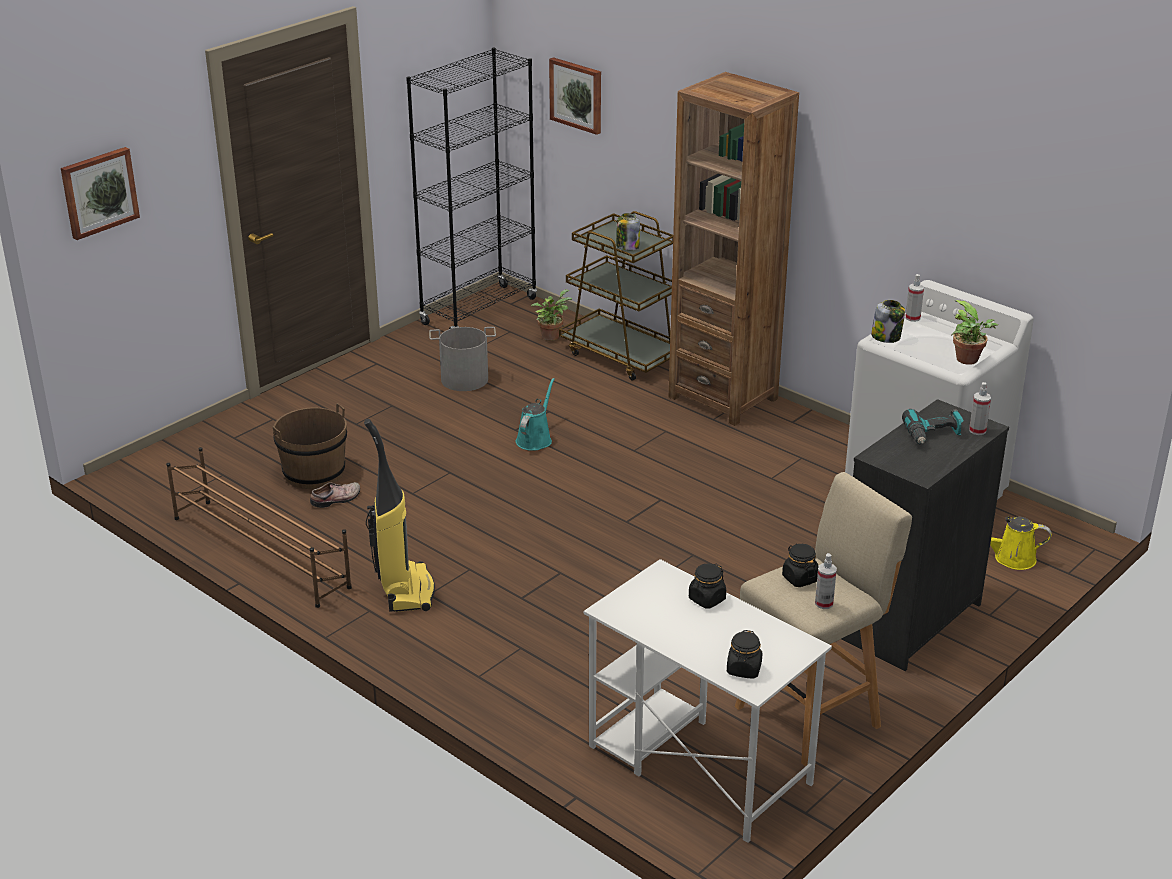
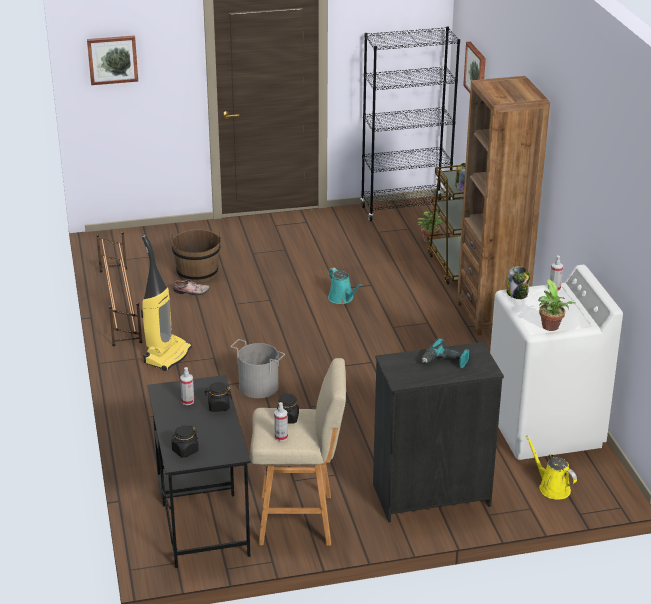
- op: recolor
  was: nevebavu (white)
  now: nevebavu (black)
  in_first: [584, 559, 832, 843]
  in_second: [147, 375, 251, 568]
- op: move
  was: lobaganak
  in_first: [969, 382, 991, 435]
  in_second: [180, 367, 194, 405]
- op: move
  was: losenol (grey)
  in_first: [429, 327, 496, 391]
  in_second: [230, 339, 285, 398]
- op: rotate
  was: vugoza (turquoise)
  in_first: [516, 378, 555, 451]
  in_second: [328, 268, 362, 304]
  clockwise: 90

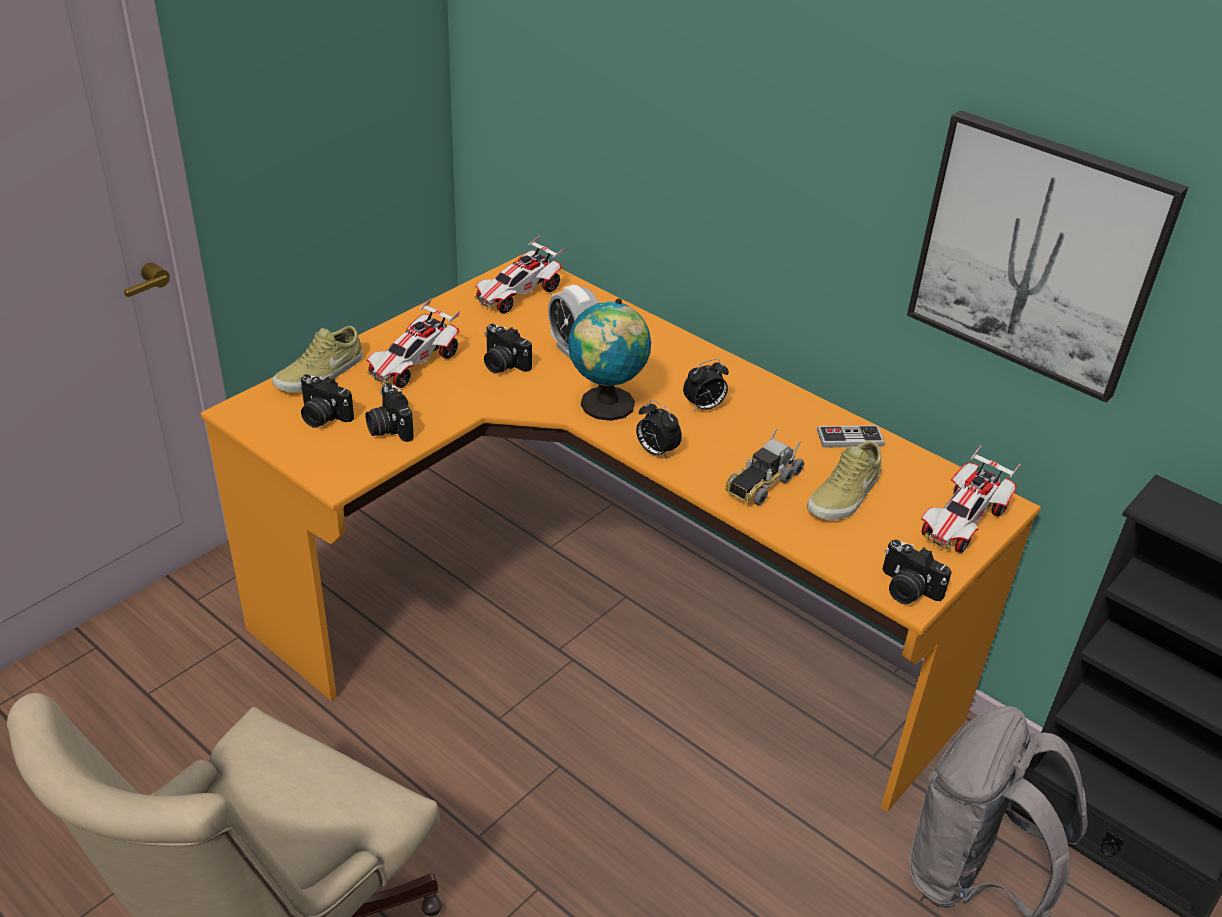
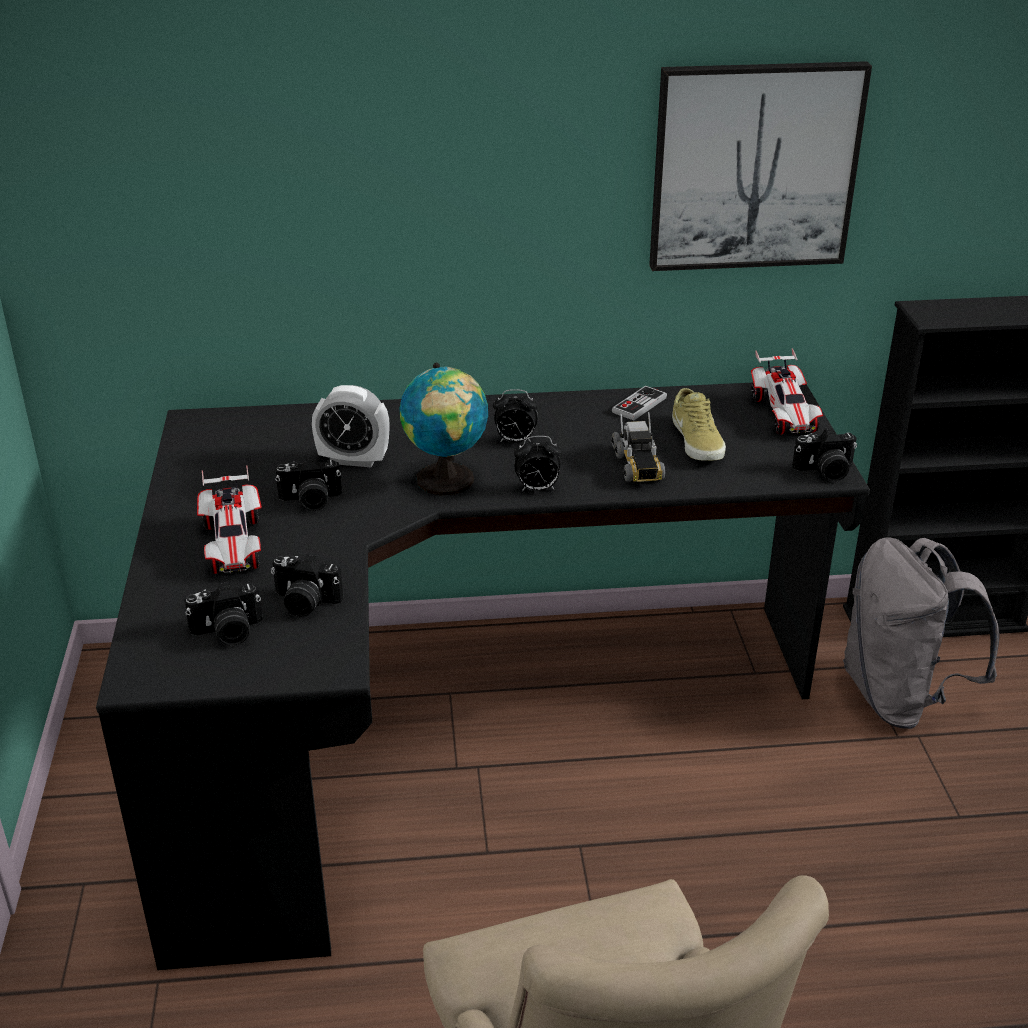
- op: recolor
  was: nevebavu (orange)
  now: nevebavu (black)
  in_first: [201, 253, 1041, 812]
  in_second: [96, 383, 870, 970]
- op: rotate
  was: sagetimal
  in_first: [683, 359, 729, 411]
  in_second: [493, 389, 538, 442]
  clockwise: 75
- op: delete
  was: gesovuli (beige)
  in_first: [272, 326, 363, 392]
- op: delete
  was: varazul
  in_first: [475, 236, 564, 313]

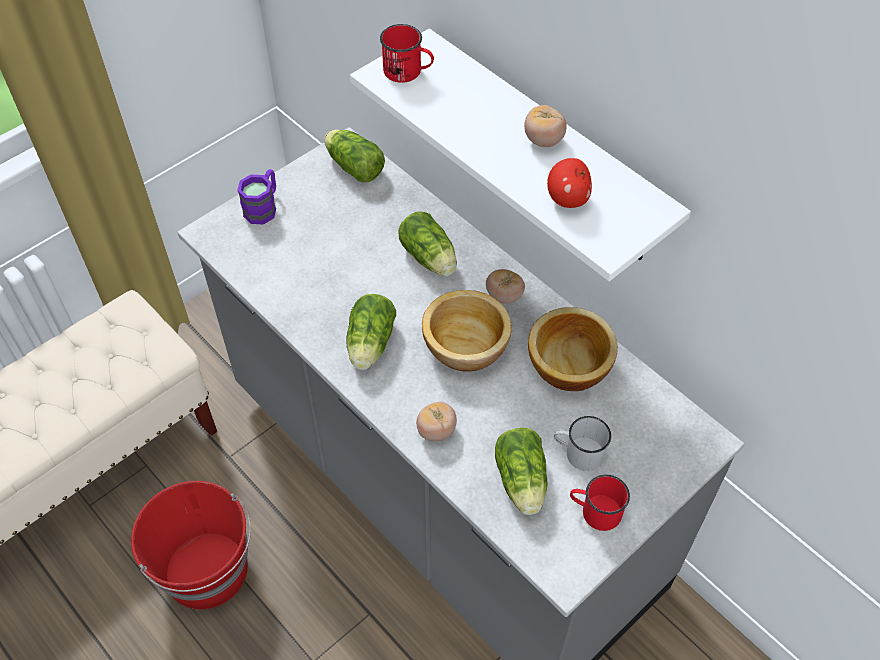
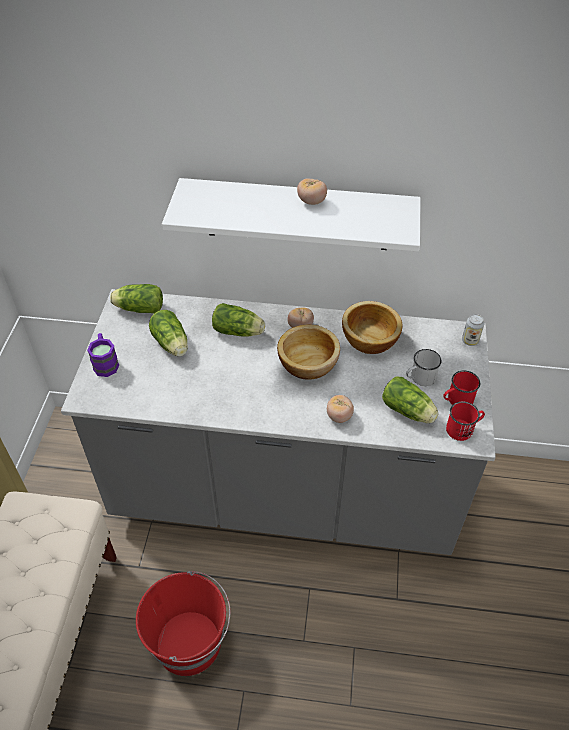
- op: move
  was: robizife
  in_first: [346, 294, 396, 370]
  in_second: [149, 310, 188, 356]
- op: move
  was: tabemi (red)
  in_first: [380, 24, 434, 83]
  in_second: [446, 402, 485, 441]
- op: insert
  now: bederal
  in_second: [462, 314, 484, 346]
- op: delete
  was: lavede
  in_first: [547, 158, 592, 208]

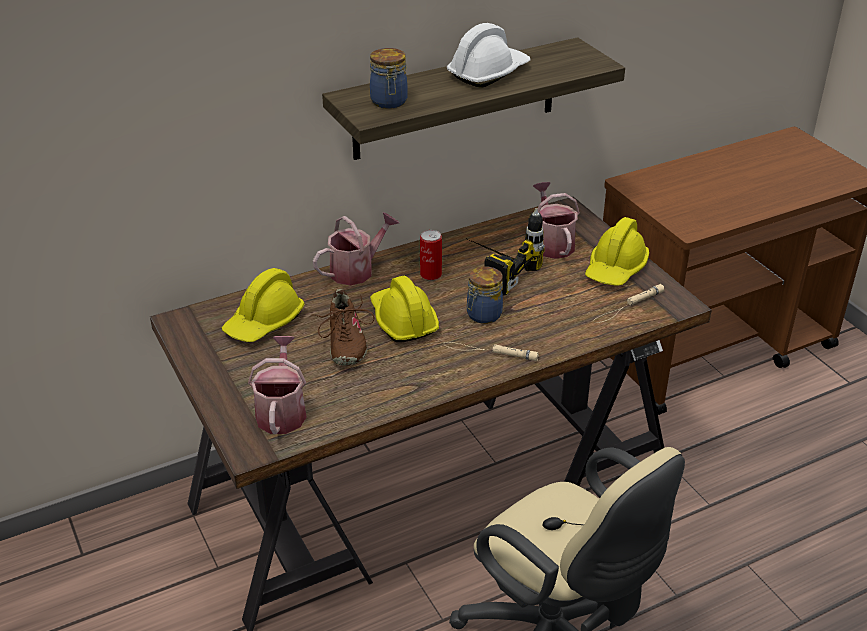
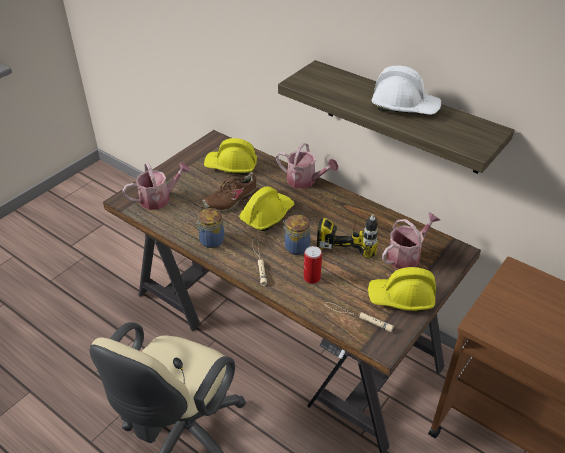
- op: move
  was: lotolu
  in_first: [370, 48, 408, 109]
  in_second: [196, 208, 225, 248]
- op: move
  was: bederal
  in_first: [420, 230, 442, 280]
  in_second: [304, 246, 322, 284]

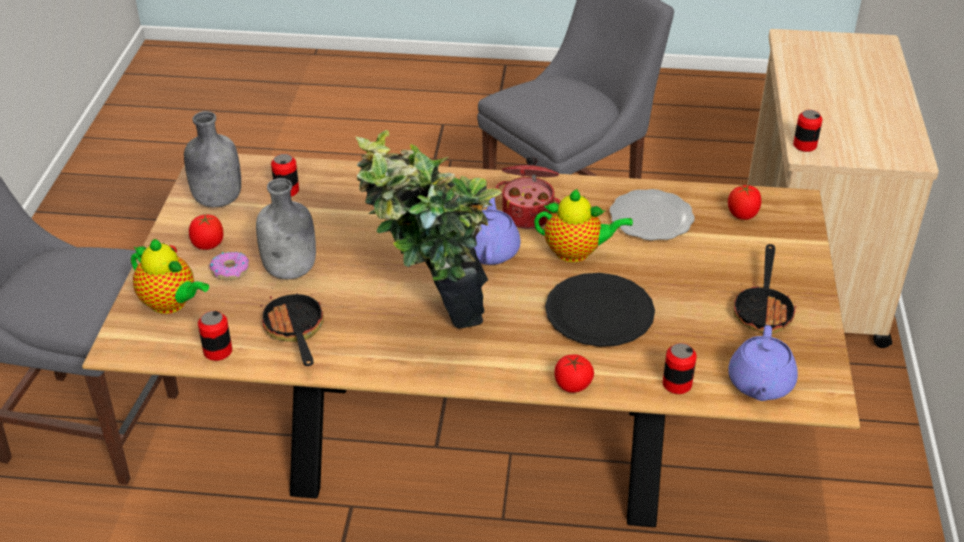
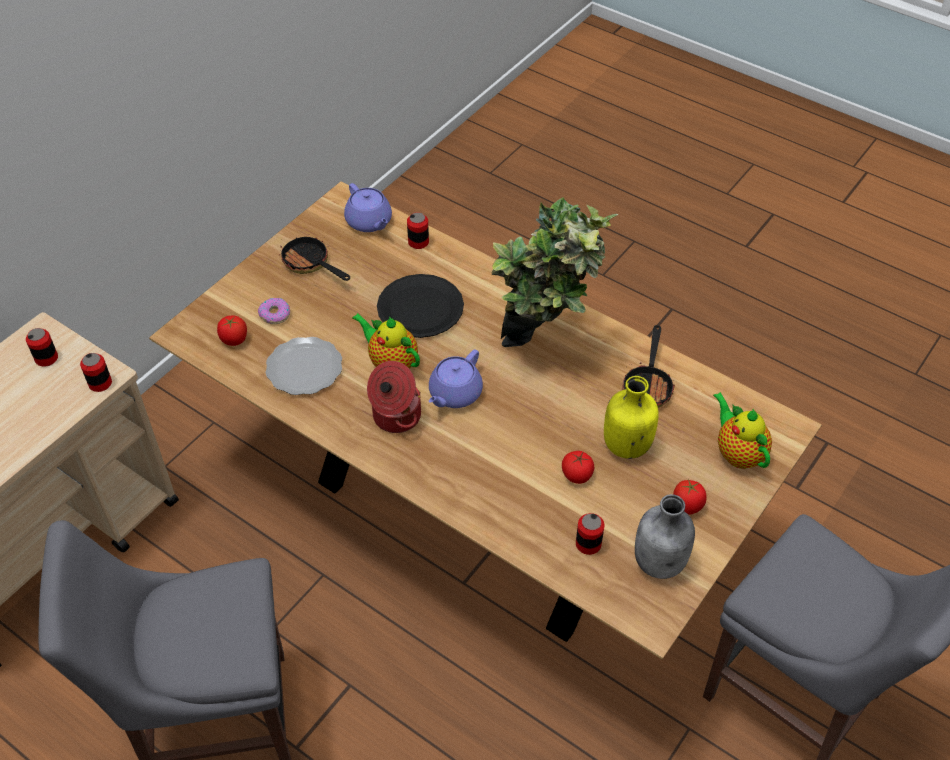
- op: move
  was: bederal
  in_first: [198, 311, 232, 361]
  in_second: [26, 328, 58, 367]
- op: move
  was: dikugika
  in_first: [209, 252, 249, 280]
  in_second: [258, 298, 290, 324]
- op: rotate
  was: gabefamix
  in_first: [733, 244, 796, 334]
  in_second: [279, 237, 350, 281]
  clockwise: -90
- op: rotate
  was: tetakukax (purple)
  in_first: [728, 325, 798, 401]
  in_second: [344, 183, 392, 232]
  clockwise: 105
- op: move
  was: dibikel
  in_first: [554, 354, 594, 393]
  in_second: [562, 451, 594, 484]
- op: recolor
  was: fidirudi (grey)
  now: fidirudi (yellow)
  in_first: [256, 178, 316, 279]
  in_second: [604, 376, 659, 459]

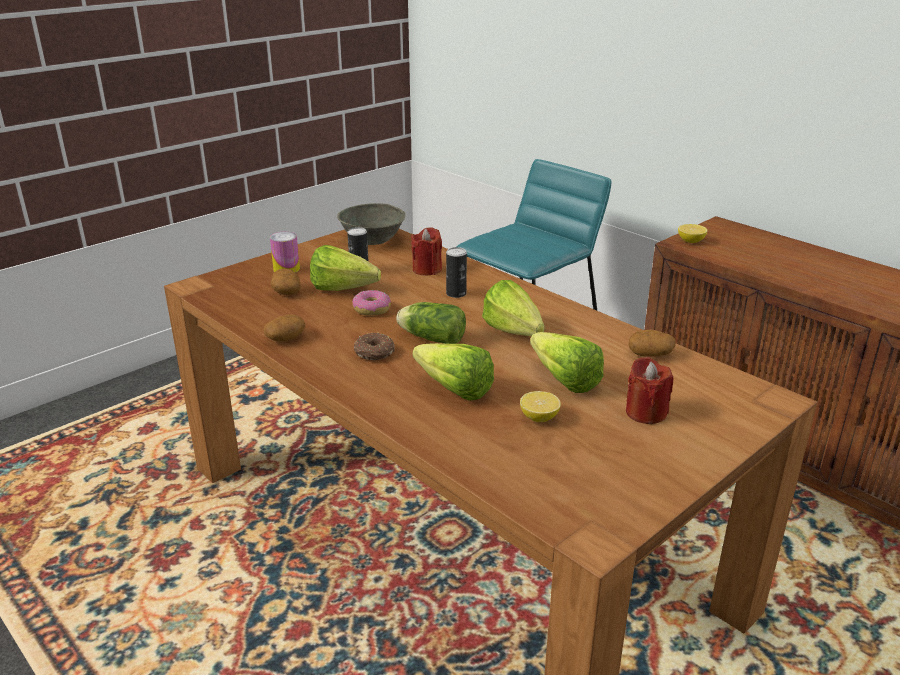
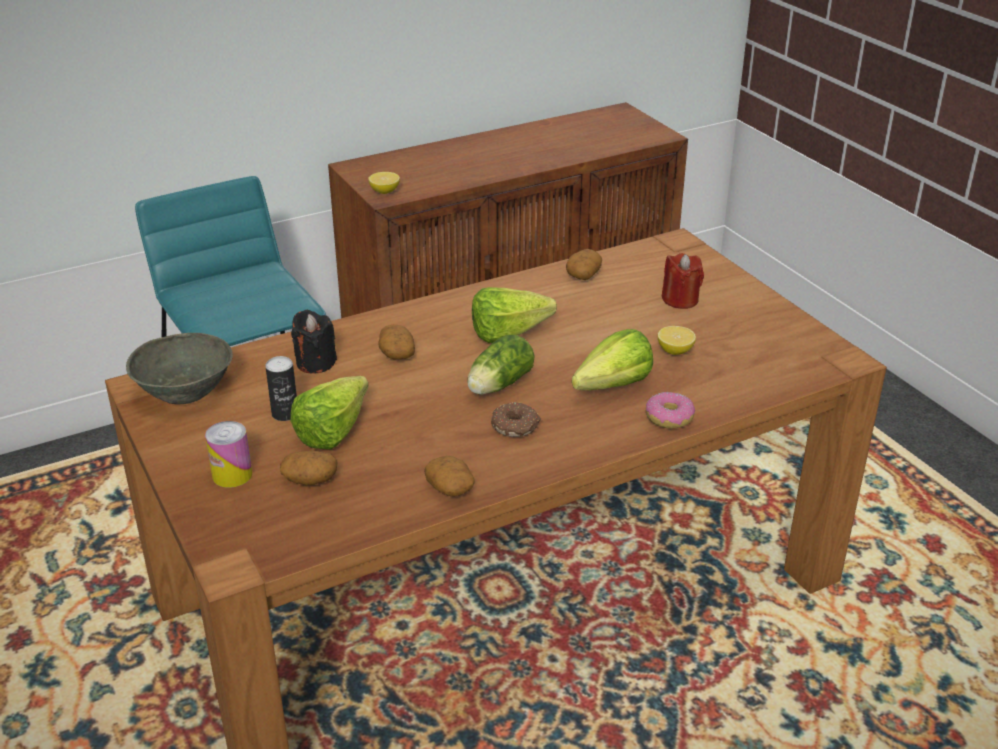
- op: recolor
  was: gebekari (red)
  now: gebekari (black)
  in_first: [411, 227, 442, 275]
  in_second: [291, 310, 337, 373]
- op: replace
  was: bederal
  now: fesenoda
  in_first: [446, 247, 467, 298]
  in_second: [379, 325, 415, 359]
- op: move
  was: dikugika
  in_first: [353, 290, 391, 316]
  in_second: [646, 392, 695, 429]
- op: delete
  was: robizife
  in_first: [530, 332, 604, 393]

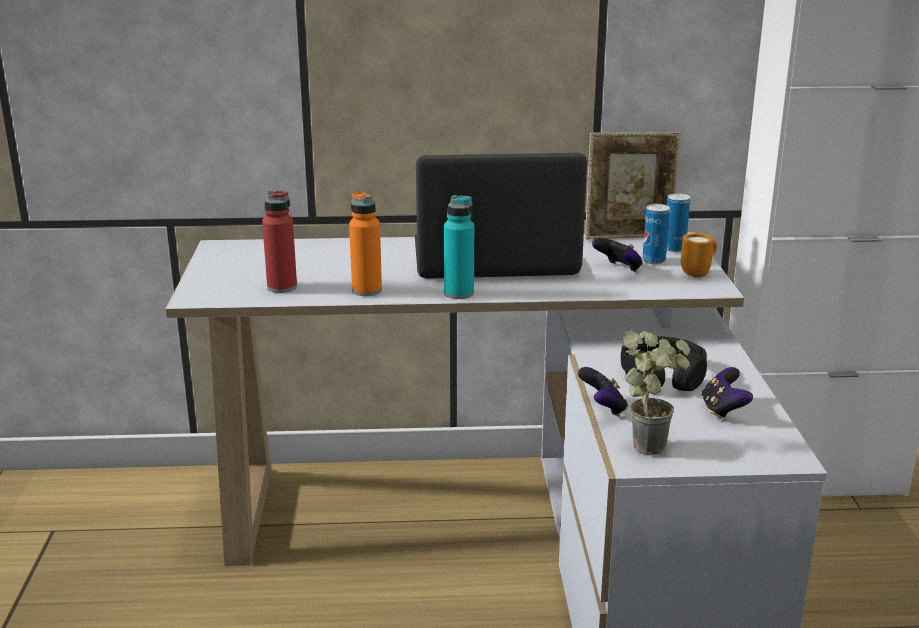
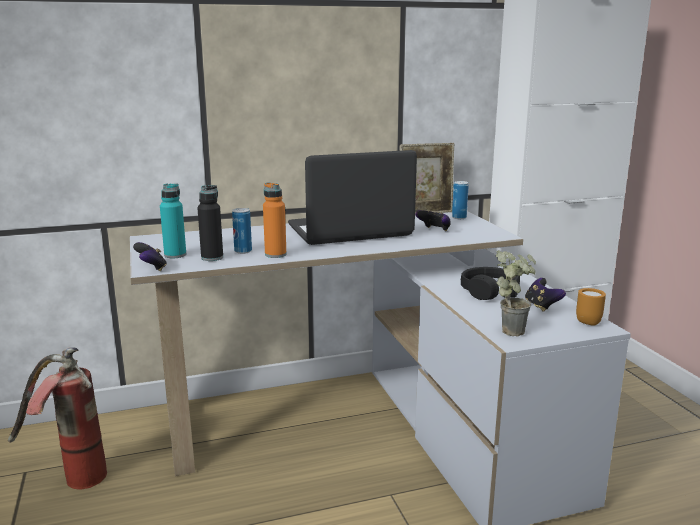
- op: insert
  now: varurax
  in_second: [8, 347, 107, 489]
- op: move
  was: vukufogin
  in_first: [578, 367, 628, 417]
  in_second: [133, 242, 167, 271]
- op: move
  was: fidirudi (turquoise)
  in_first: [444, 195, 474, 299]
  in_second: [160, 183, 186, 258]
- op: recolor
  was: fidirudi (red)
  now: fidirudi (black)
  in_first: [262, 191, 297, 293]
  in_second: [197, 185, 223, 261]
- op: move
  was: bederal
  in_first: [642, 204, 670, 265]
  in_second: [232, 208, 252, 254]
- op: move
  was: tabemi (orange)
  in_first: [681, 233, 717, 278]
  in_second: [576, 288, 606, 326]

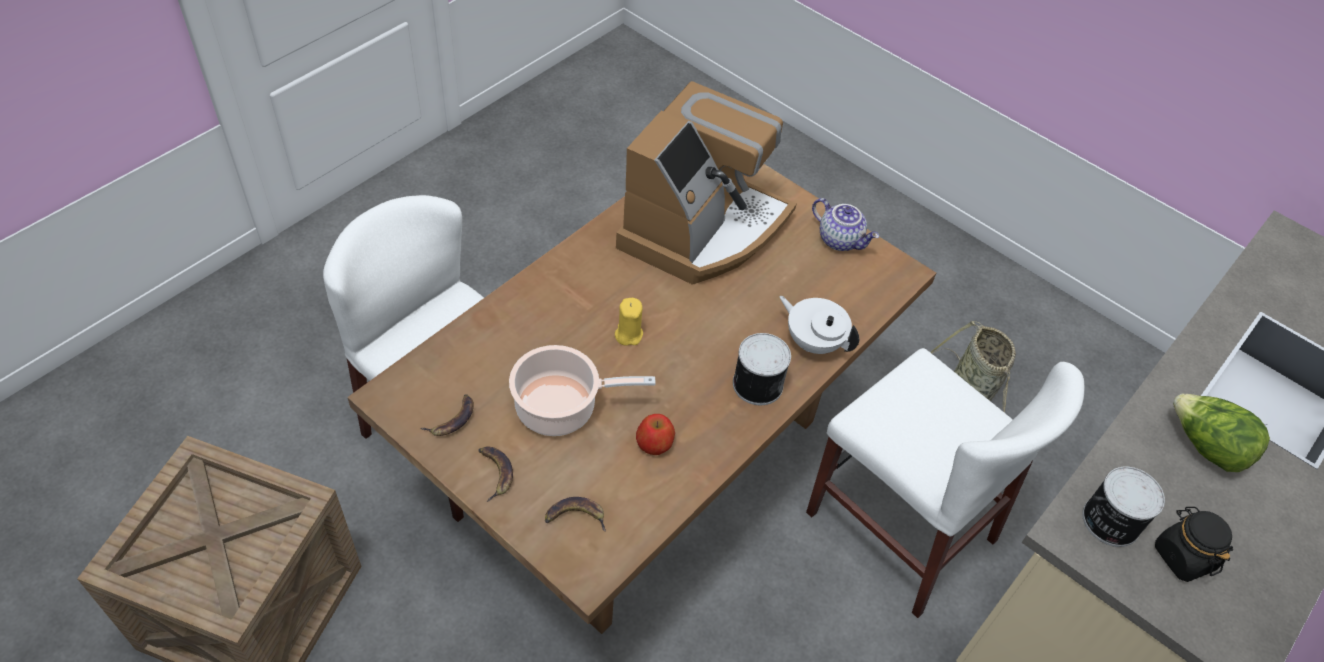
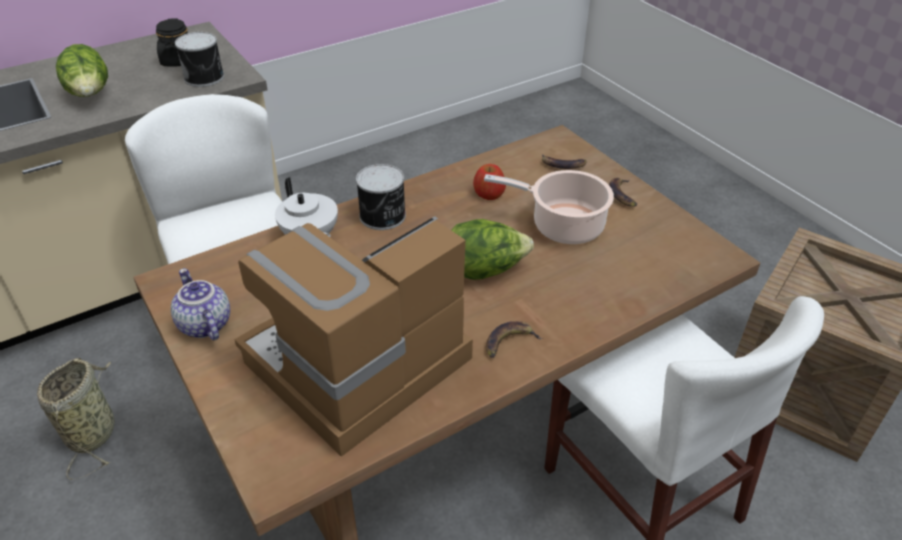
- op: replace
  was: gebekari (yellow)
  now: robizife
  in_first: [615, 298, 643, 346]
  in_second: [451, 219, 534, 280]
- op: move
  was: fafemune
  in_first: [421, 394, 474, 436]
  in_second: [486, 321, 543, 358]

